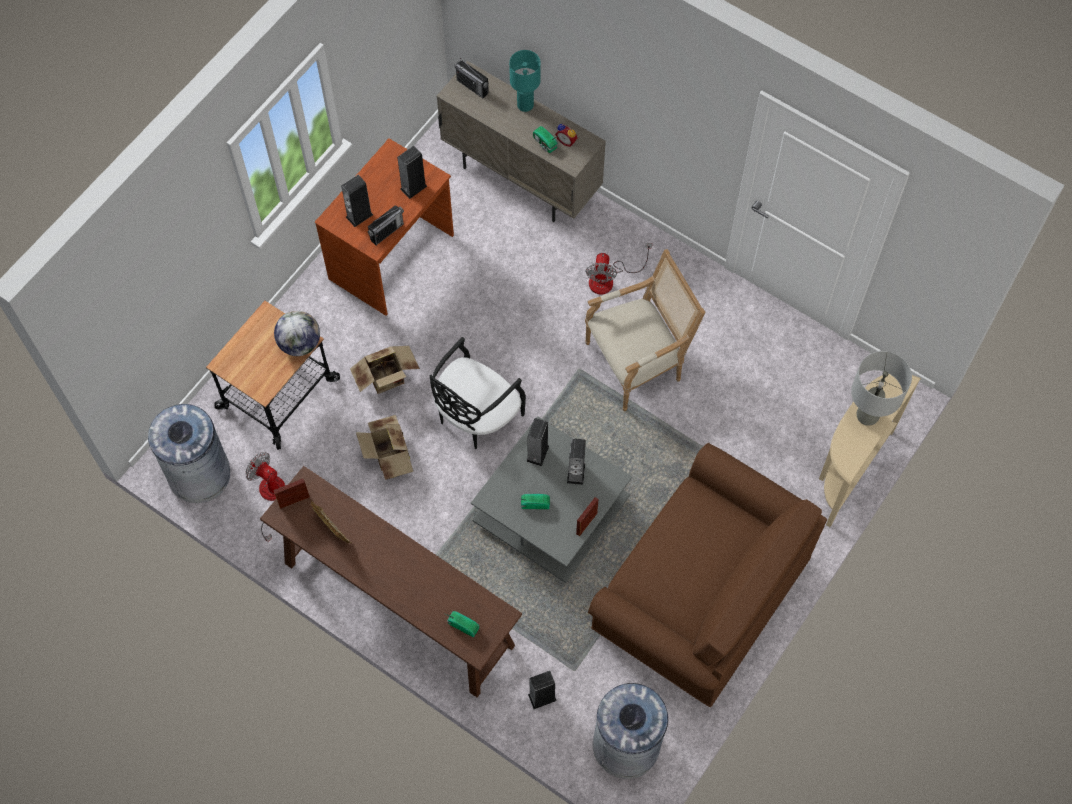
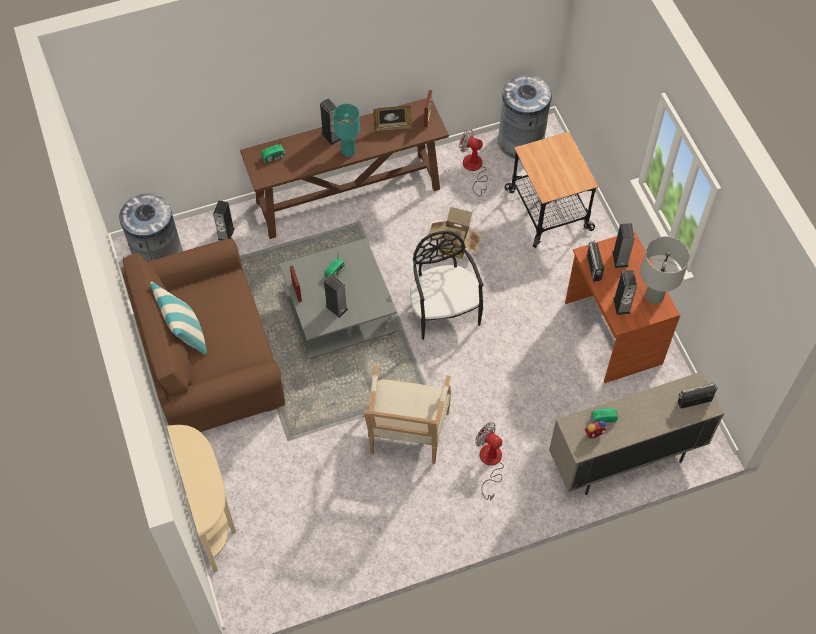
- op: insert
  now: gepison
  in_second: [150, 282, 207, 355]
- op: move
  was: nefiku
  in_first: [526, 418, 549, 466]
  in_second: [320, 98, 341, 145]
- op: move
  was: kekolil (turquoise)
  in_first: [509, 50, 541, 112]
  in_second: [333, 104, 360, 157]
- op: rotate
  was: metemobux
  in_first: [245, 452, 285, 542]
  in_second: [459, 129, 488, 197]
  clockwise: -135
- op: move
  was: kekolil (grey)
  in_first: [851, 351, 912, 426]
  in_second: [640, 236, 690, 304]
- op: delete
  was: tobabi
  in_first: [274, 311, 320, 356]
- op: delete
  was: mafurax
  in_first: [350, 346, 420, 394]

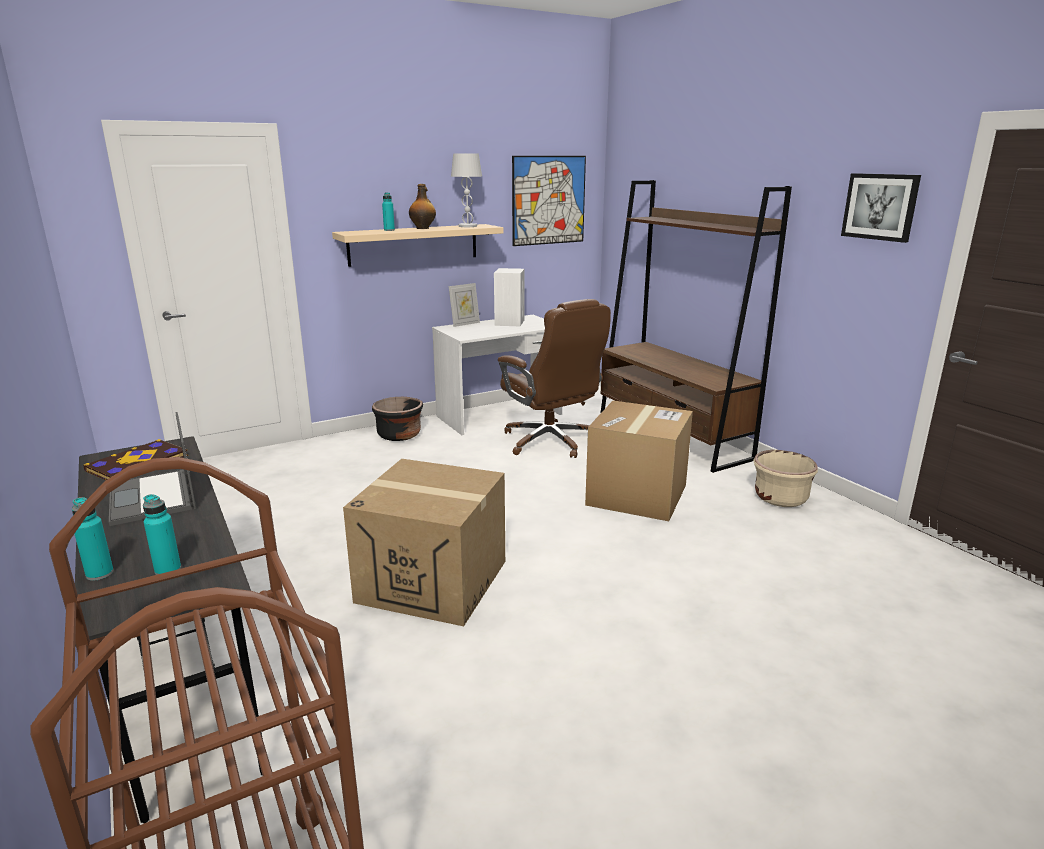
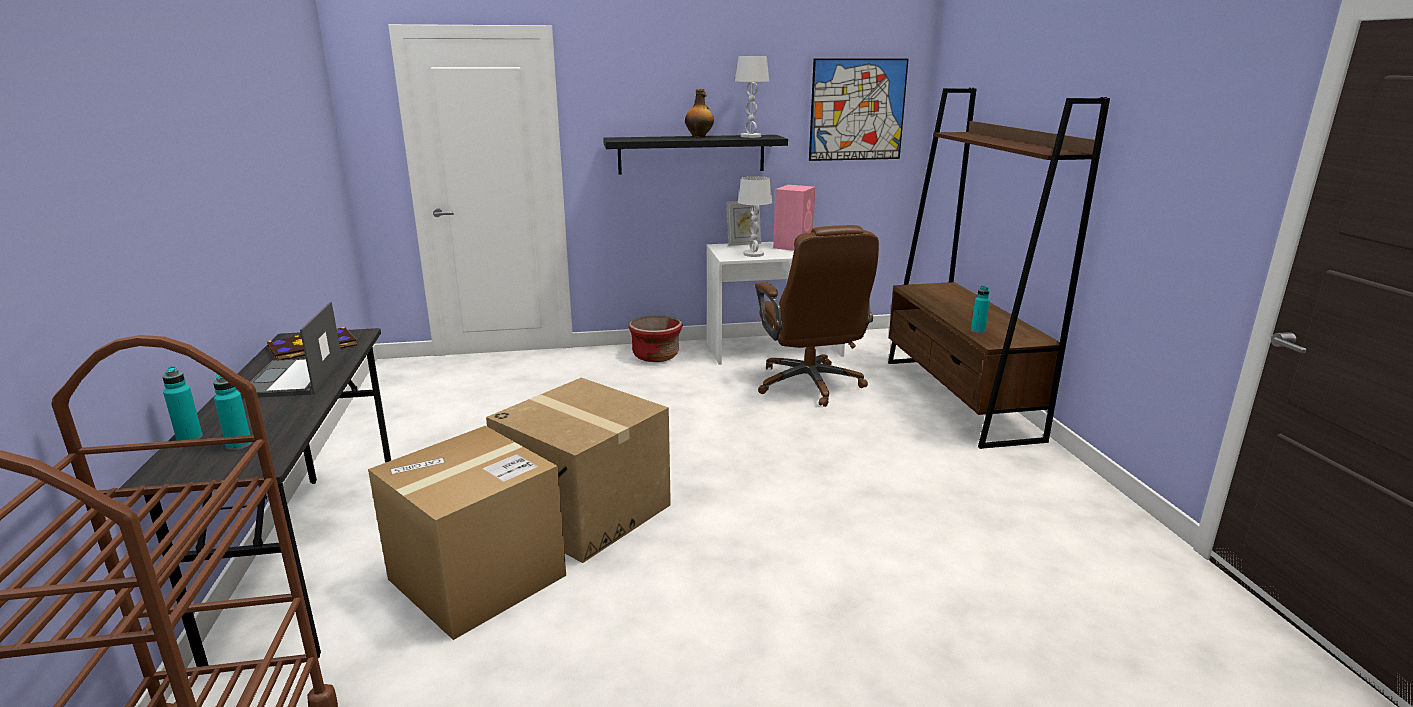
- op: move
  was: mafurax
  in_first: [585, 401, 693, 521]
  in_second: [368, 426, 566, 640]
- op: recolor
  was: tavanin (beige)
  now: tavanin (black)
  in_first: [332, 224, 503, 267]
  in_second: [603, 135, 788, 175]
- op: recolor
  was: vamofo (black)
  now: vamofo (red)
  in_first: [372, 397, 423, 441]
  in_second: [628, 315, 683, 362]
- op: insert
  now: kekolil (white)
  in_second: [738, 176, 772, 257]
- op: recolor
  was: nefiku (white)
  now: nefiku (pink)
  in_first: [494, 268, 525, 327]
  in_second: [773, 185, 815, 251]
- op: move
  was: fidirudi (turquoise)
  in_first: [382, 192, 395, 231]
  in_second: [971, 286, 990, 333]
- op: delete
  was: vamofo (beige)
  in_first: [753, 450, 818, 507]
- op: delete
  was: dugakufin
  in_first: [841, 173, 921, 243]

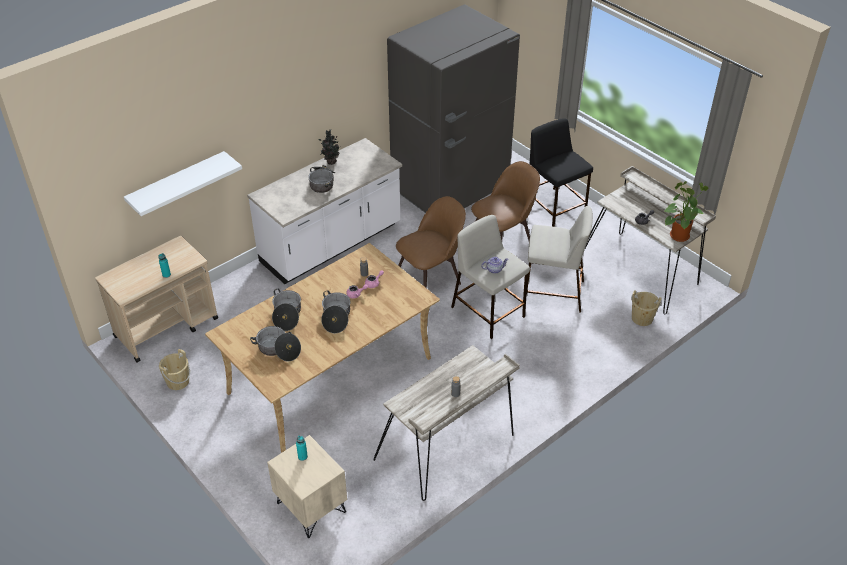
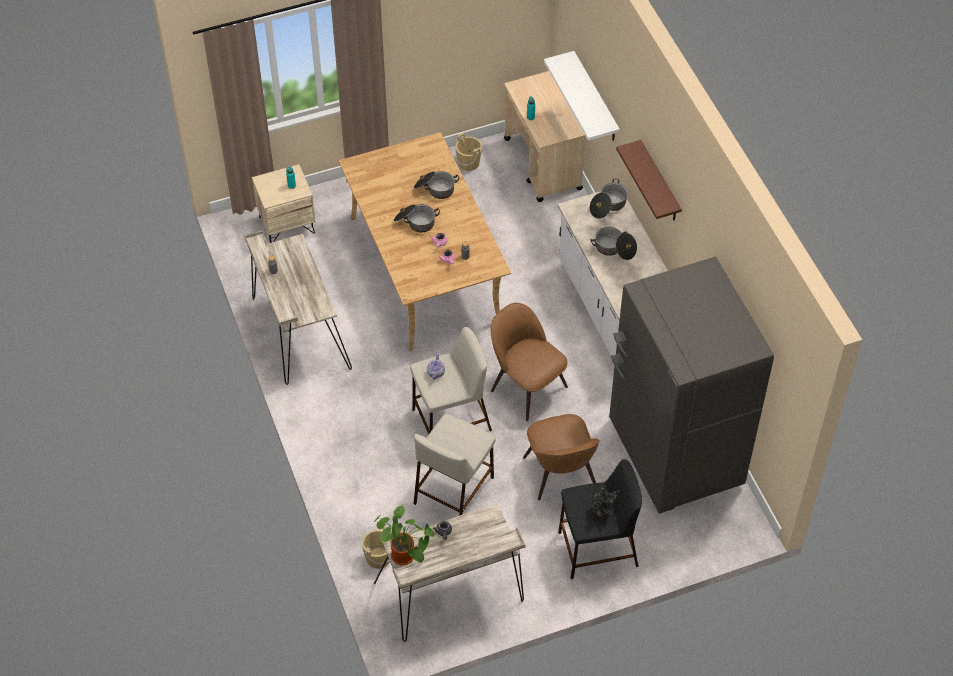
- op: rotate
  was: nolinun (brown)
  in_first: [396, 196, 466, 288]
  in_second: [491, 303, 568, 421]
  clockwise: 150
- op: move
  was: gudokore
  in_first: [250, 326, 301, 361]
  in_second: [590, 179, 628, 219]
- op: move
  was: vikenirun
  in_first: [318, 130, 339, 165]
  in_second: [590, 485, 619, 519]
- op: insert
  now: tavanin (brown)
  in_second: [616, 140, 682, 220]

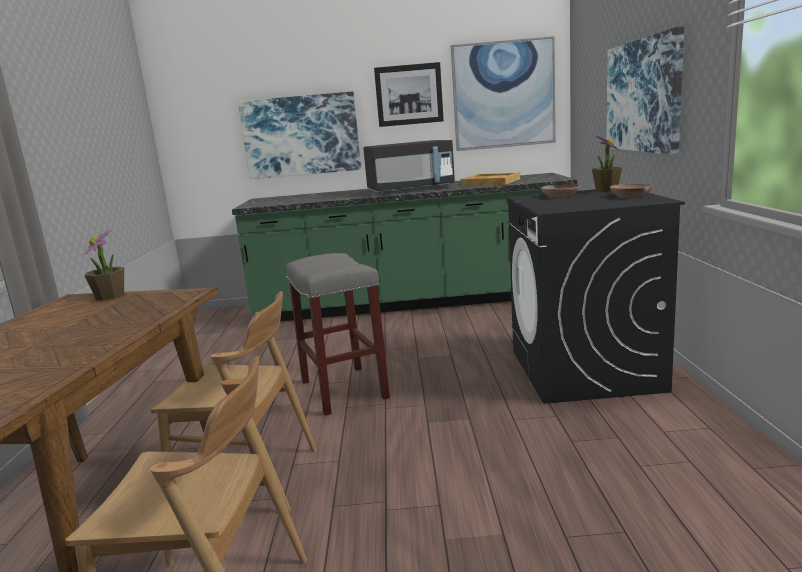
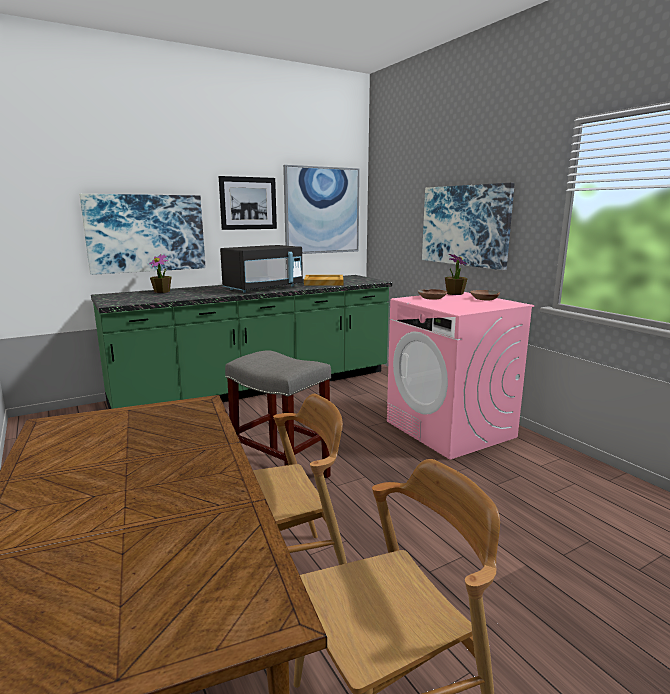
- op: move
  was: vikenirun
  in_first: [84, 230, 124, 300]
  in_second: [149, 254, 171, 293]
- op: recolor
  was: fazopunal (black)
  now: fazopunal (pink)
  in_first: [508, 189, 685, 404]
  in_second: [387, 292, 534, 460]

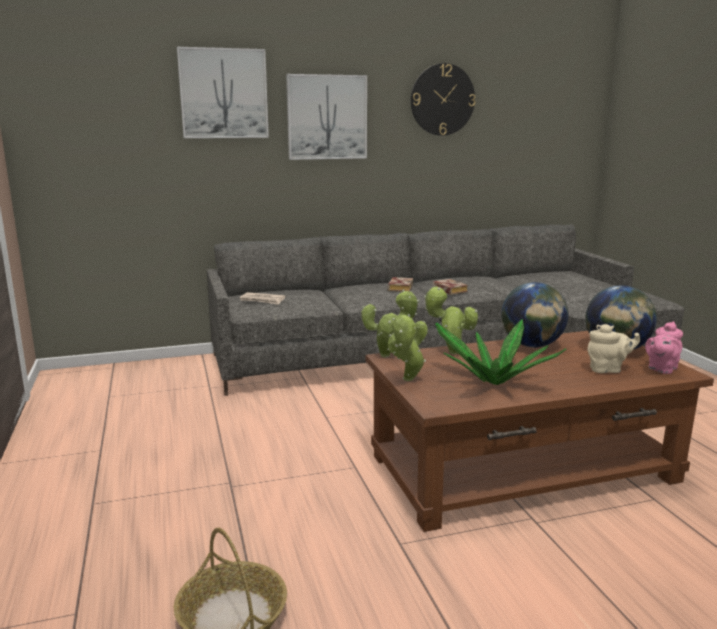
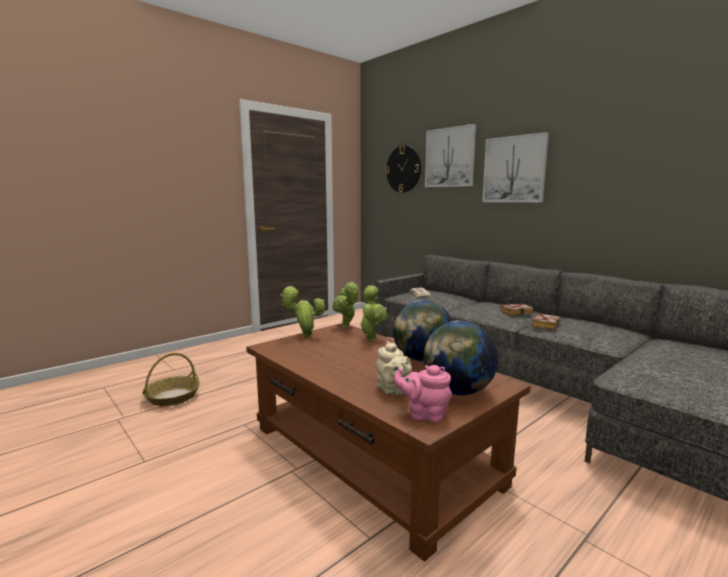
- op: move
  was: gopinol
  in_first: [411, 63, 475, 136]
  in_second: [386, 145, 421, 193]
- op: delete
  was: vikenirun
  in_first: [435, 319, 566, 385]

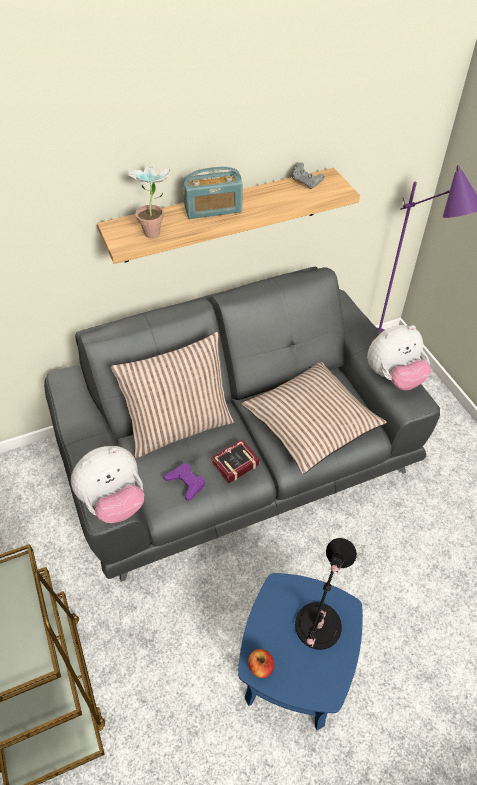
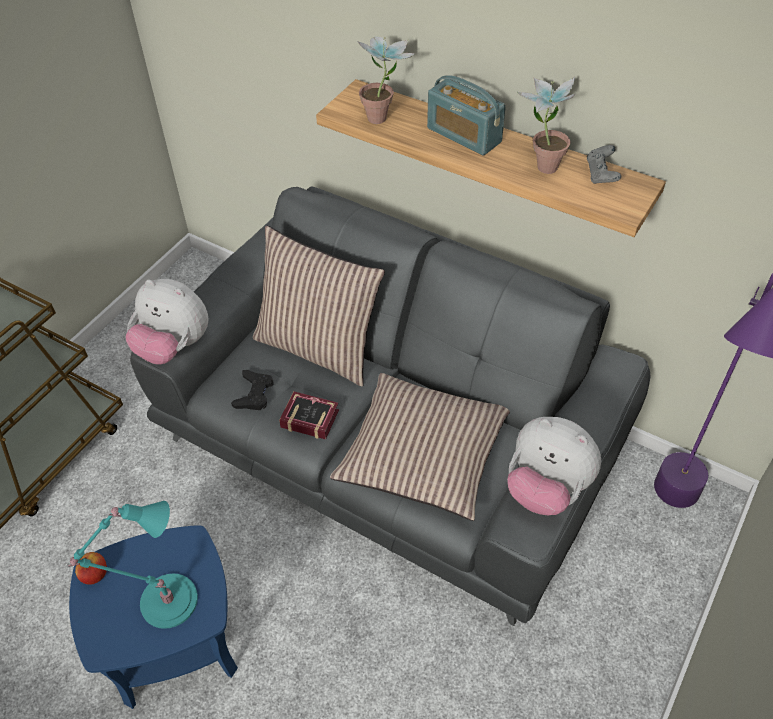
- op: recolor
  was: kekolil (black)
  now: kekolil (turquoise)
  in_first: [295, 538, 357, 650]
  in_second: [68, 501, 198, 629]
- op: recolor
  was: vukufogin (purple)
  now: vukufogin (black)
  in_first: [164, 463, 205, 501]
  in_second: [231, 370, 274, 410]
- op: insert
  now: vikenirun
  in_second: [516, 77, 575, 174]

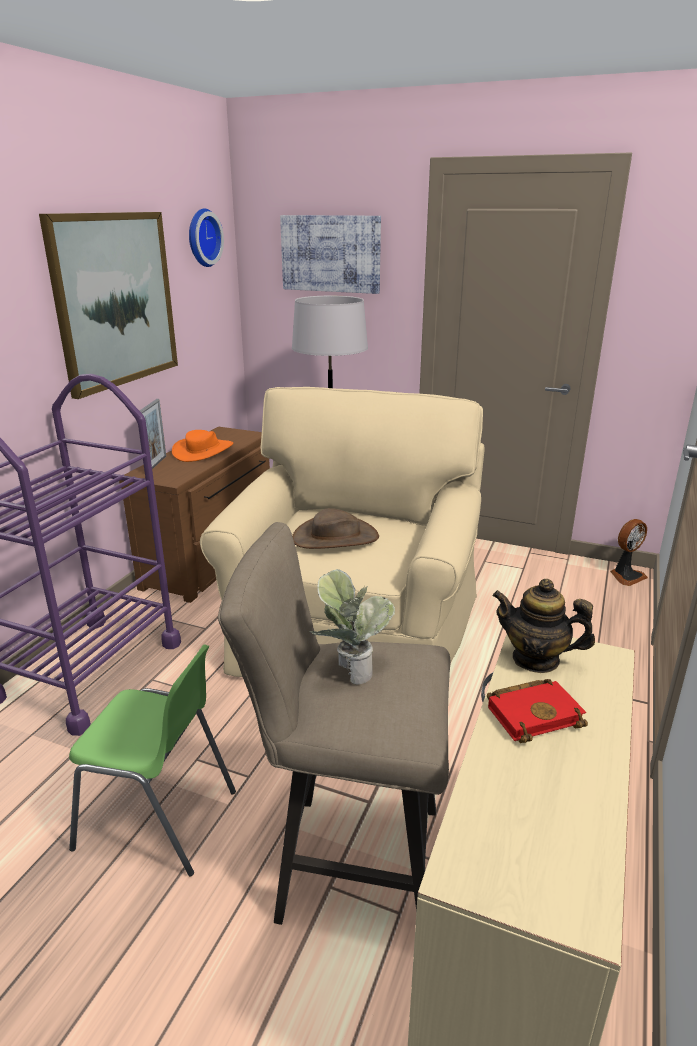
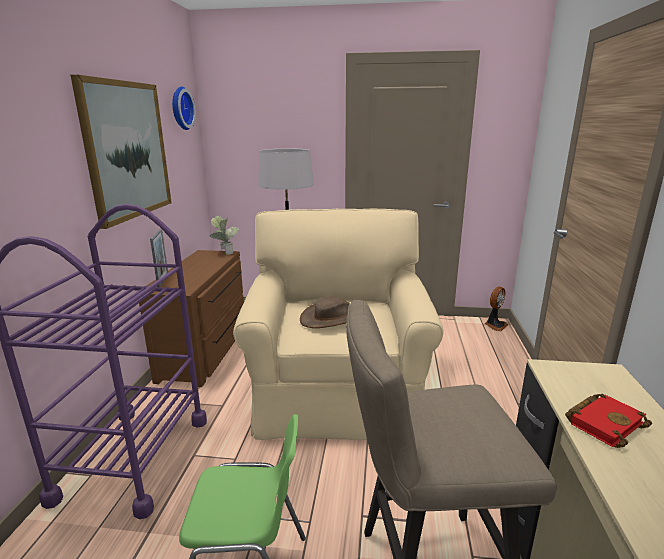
- op: move
  was: vikenirun
  in_first: [309, 569, 395, 685]
  in_second: [210, 216, 239, 255]
- op: delete
  was: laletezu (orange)
  in_first: [172, 430, 233, 462]
- op: delete
  was: dugakufin
  in_first: [280, 215, 381, 294]
- op: delete
  was: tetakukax
  in_first: [492, 579, 595, 673]

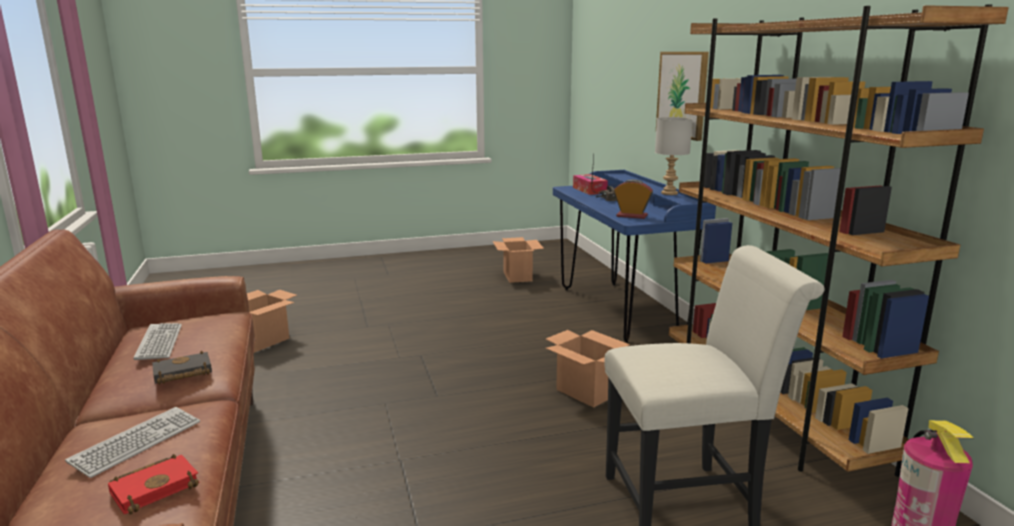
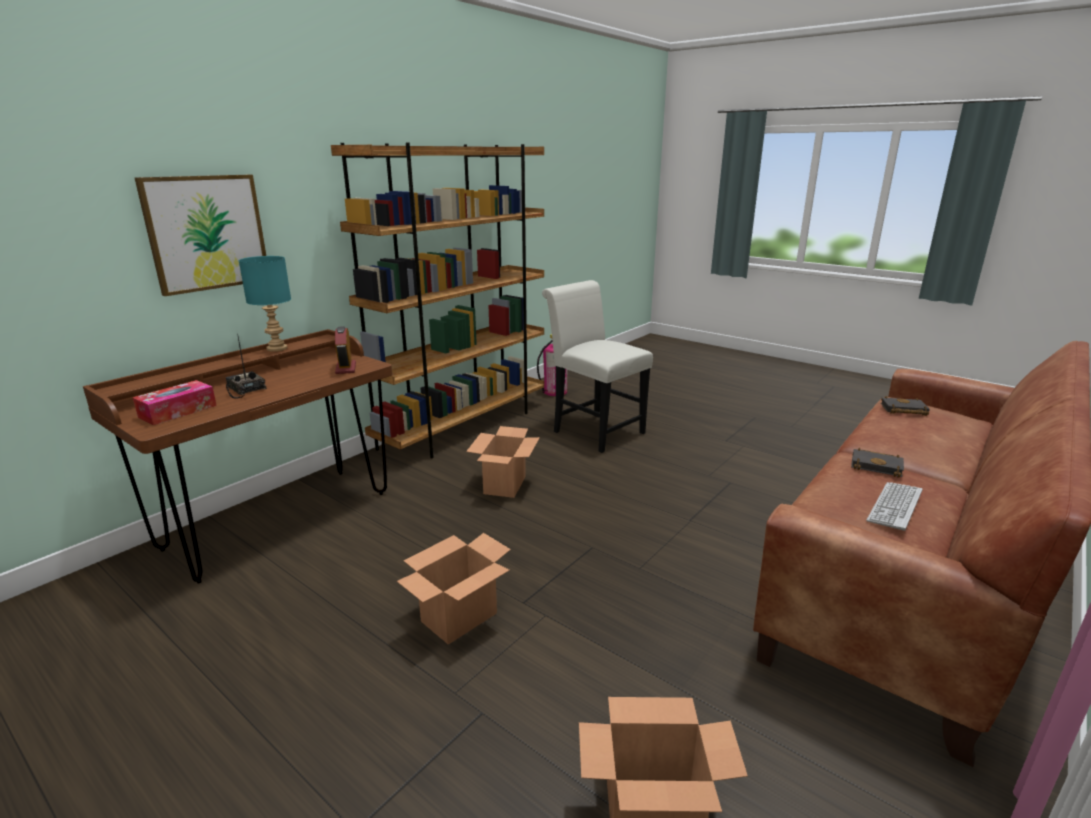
- op: recolor
  was: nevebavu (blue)
  now: nevebavu (brown)
  in_first: [553, 170, 716, 343]
  in_second: [83, 329, 392, 584]
- op: recolor
  was: kekolil (grey)
  now: kekolil (turquoise)
  in_first: [655, 117, 692, 195]
  in_second: [239, 256, 291, 352]
- op: move
  was: mafurax
  in_first: [492, 237, 544, 283]
  in_second: [397, 533, 511, 645]
- op: recolor
  was: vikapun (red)
  now: vikapun (black)
  in_first: [108, 454, 200, 515]
  in_second: [880, 396, 930, 416]
- op: delete
  was: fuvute
  in_first: [65, 407, 200, 478]

